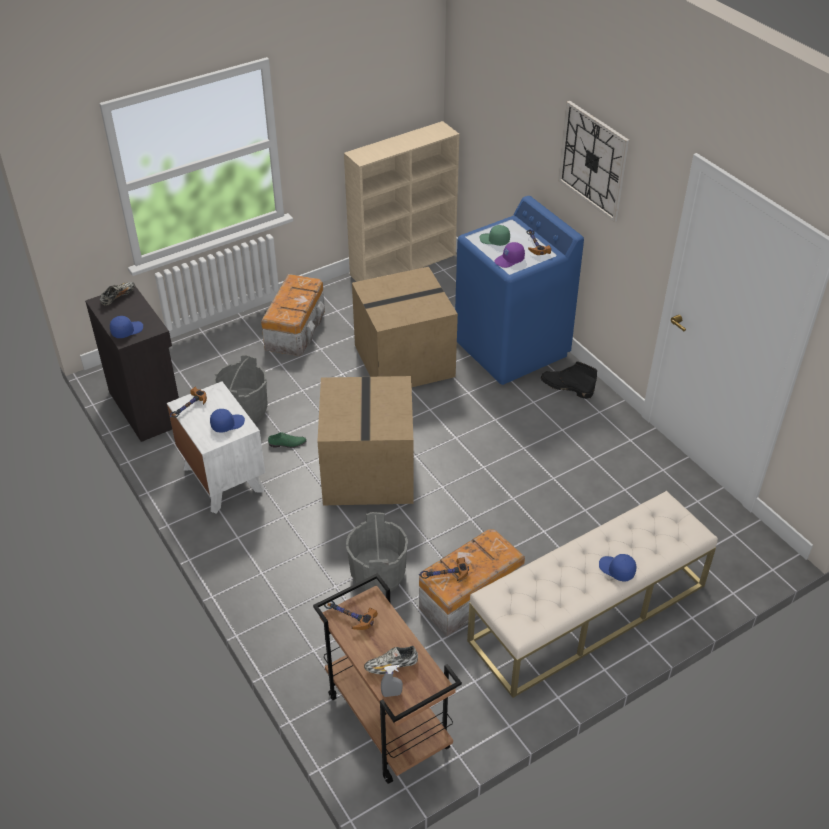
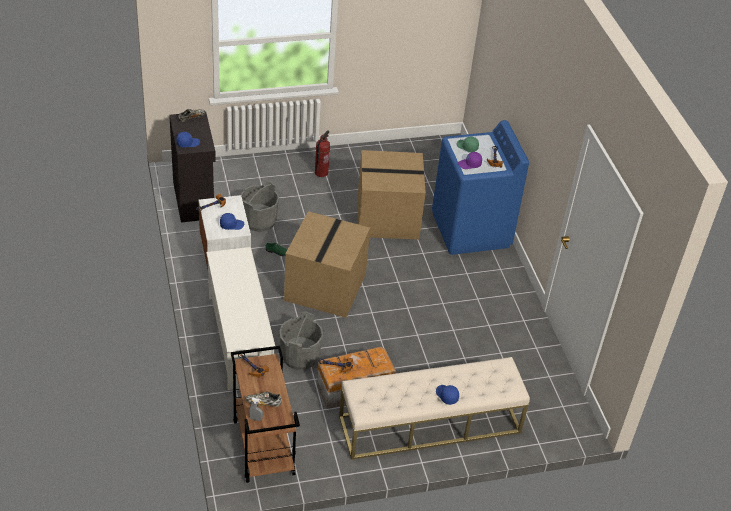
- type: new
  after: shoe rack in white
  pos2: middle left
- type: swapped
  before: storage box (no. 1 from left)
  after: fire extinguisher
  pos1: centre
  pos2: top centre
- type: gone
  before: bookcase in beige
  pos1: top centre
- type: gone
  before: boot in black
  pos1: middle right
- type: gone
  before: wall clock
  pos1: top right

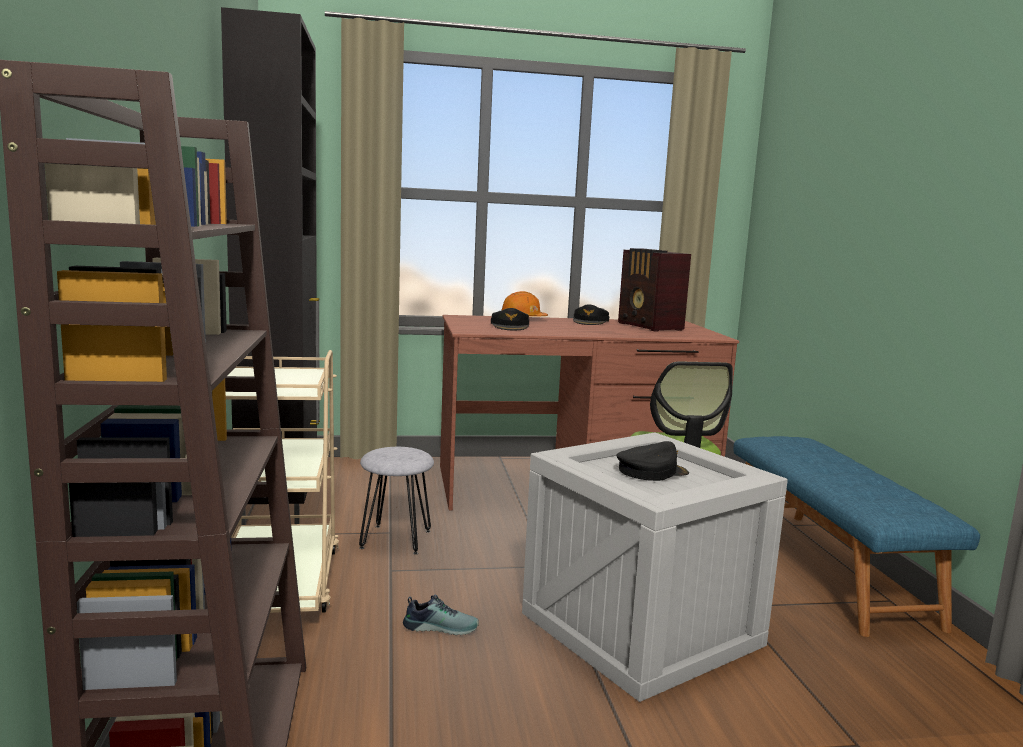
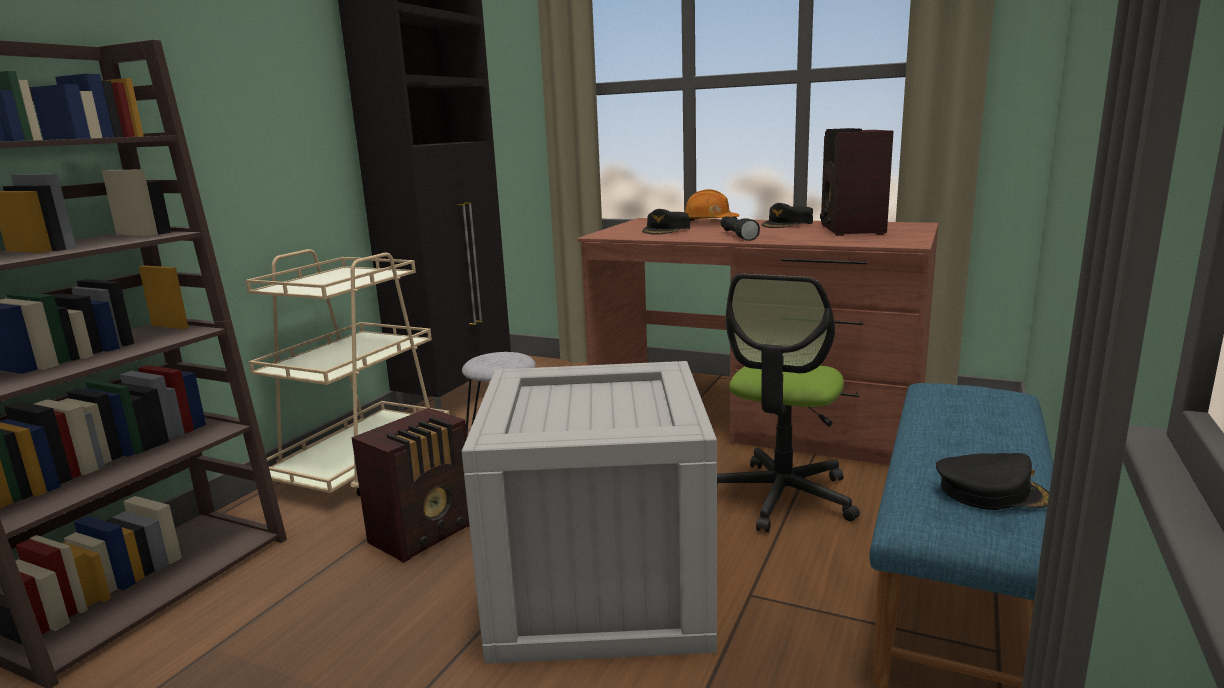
- type: swapped
  before: shoe
  after: radio (no. 1 from left)
  pos1: bottom centre
  pos2: bottom centre
- type: new
  after: flashlight in black
  pos2: top centre
- type: shifted
  before: cap in black (no. 3 from left)
  pos1: centre
  pos2: bottom right

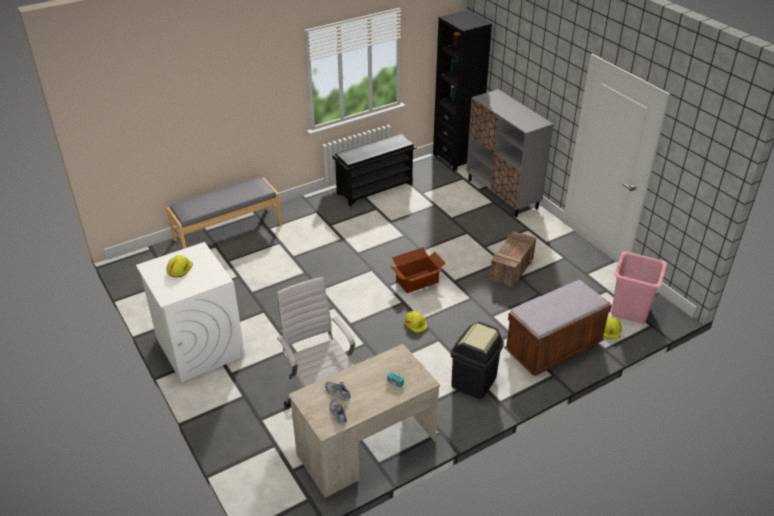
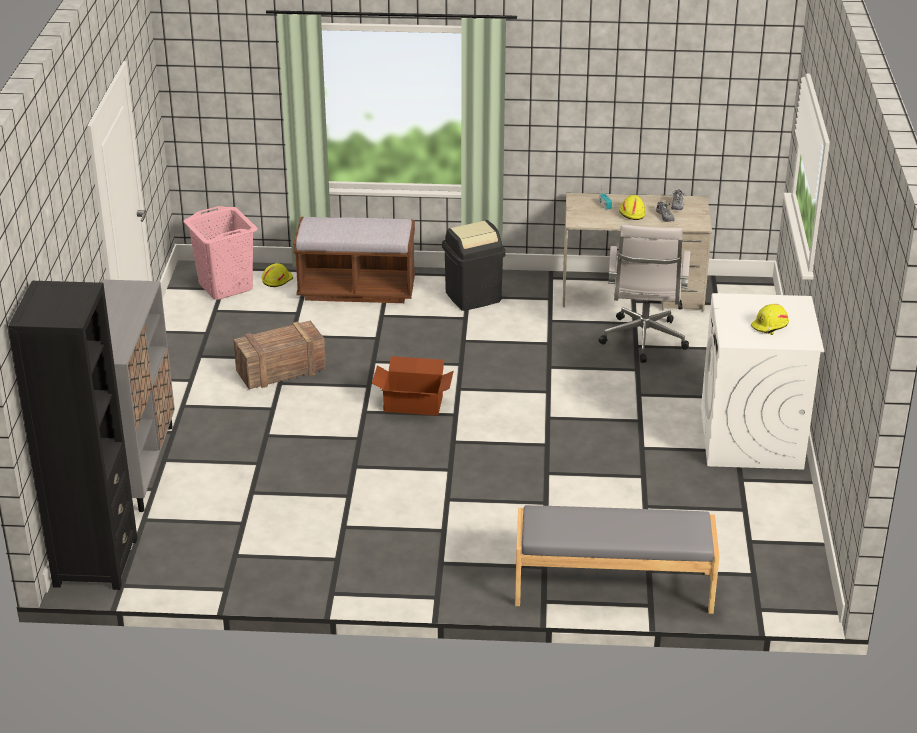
- type: shifted
  before: hard hat in yellow (no. 2 from left)
  pos1: centre
  pos2: top right
- type: gone
  before: shoe rack in black
  pos1: top centre

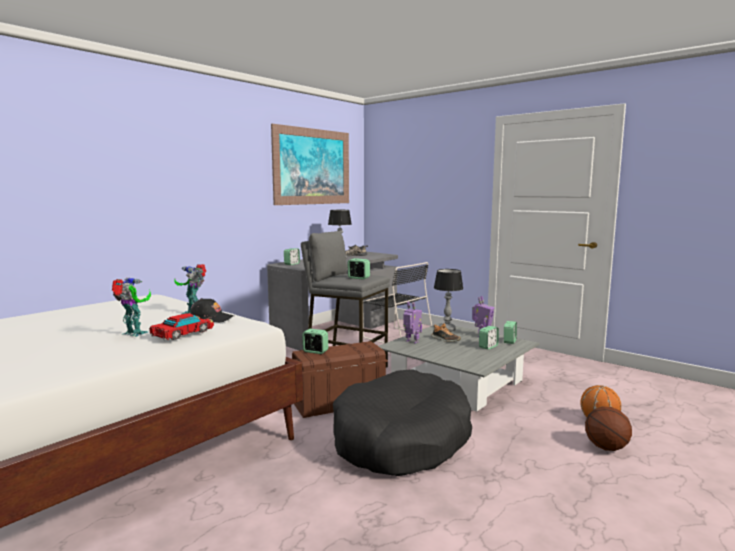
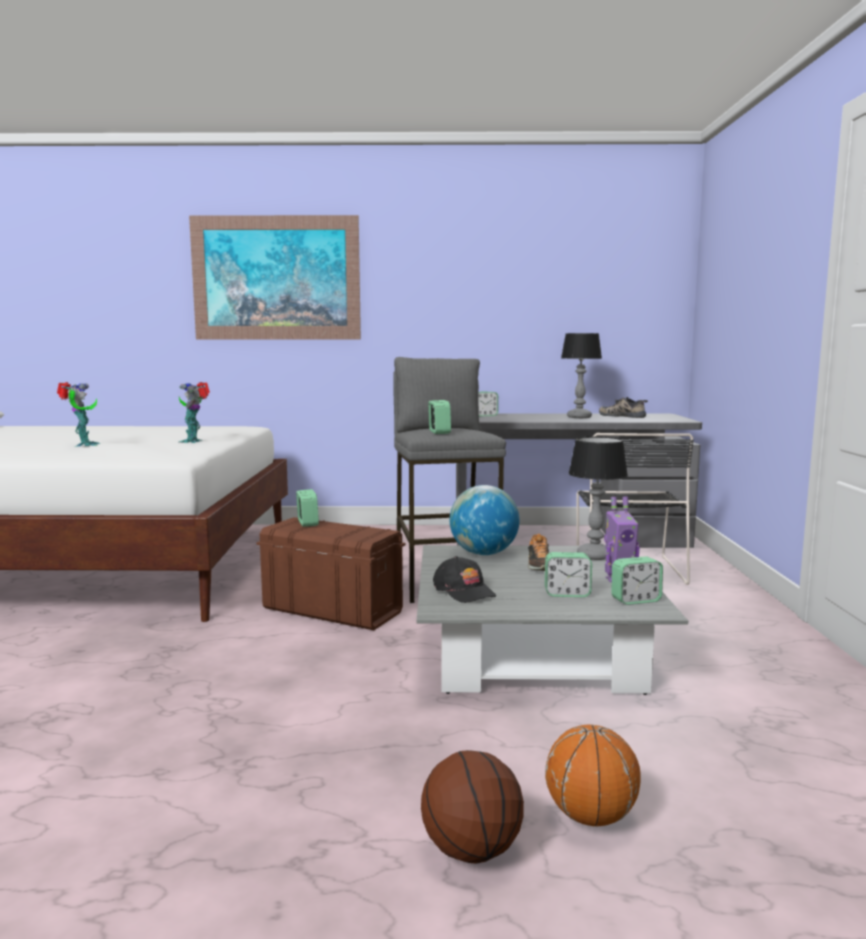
- type: shifted
  before: picture
  pos1: top centre
  pos2: top left
- type: shifted
  before: cap in black
  pos1: middle left
  pos2: centre
- type: swapped
  before: toy robot (no. 3 from left)
  after: globe
  pos1: centre
  pos2: centre
- type: gone
  before: toy car
  pos1: middle left
- type: gone
  before: dog bed in black
  pos1: bottom centre

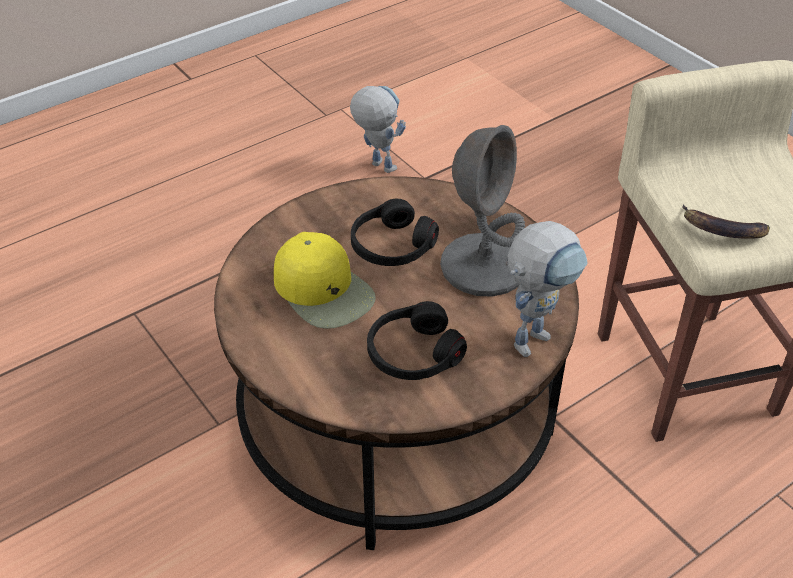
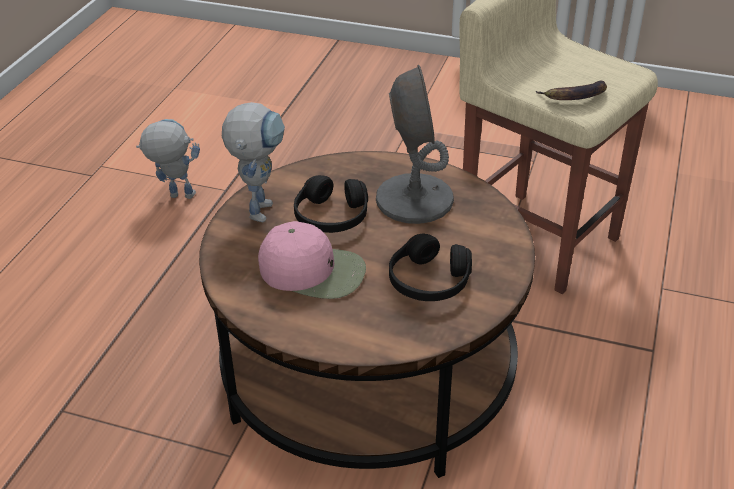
- type: shifted
  before: toy robot (no. 2 from left)
  pos1: middle right
  pos2: top centre
- type: repainted
  before: cap in yellow
  after: cap in pink
  pos1: centre
  pos2: centre

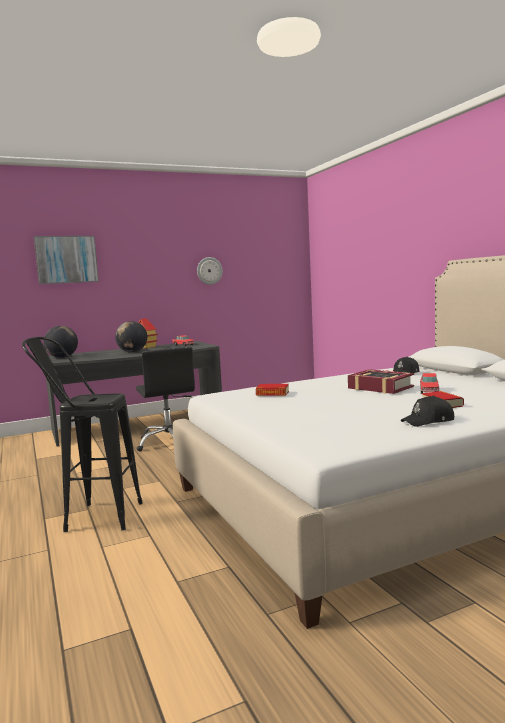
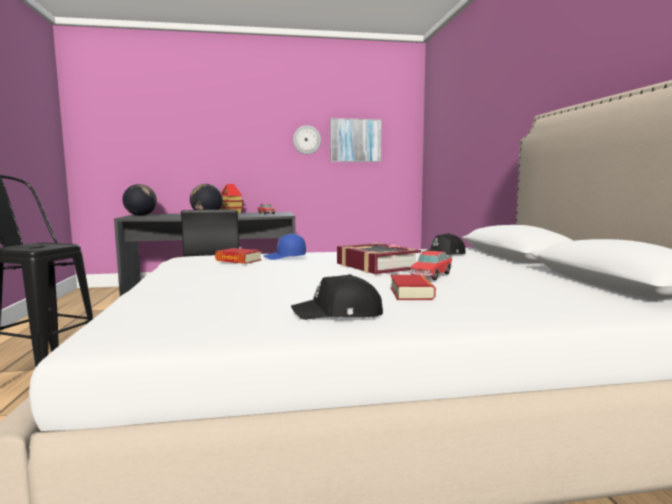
- type: new
  after: cap in blue
  pos2: centre
- type: shifted
  before: picture
  pos1: middle left
  pos2: top centre

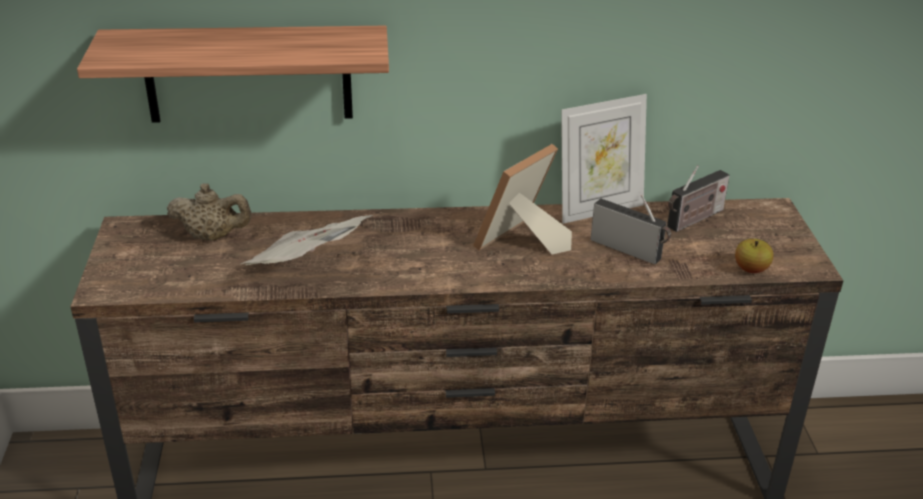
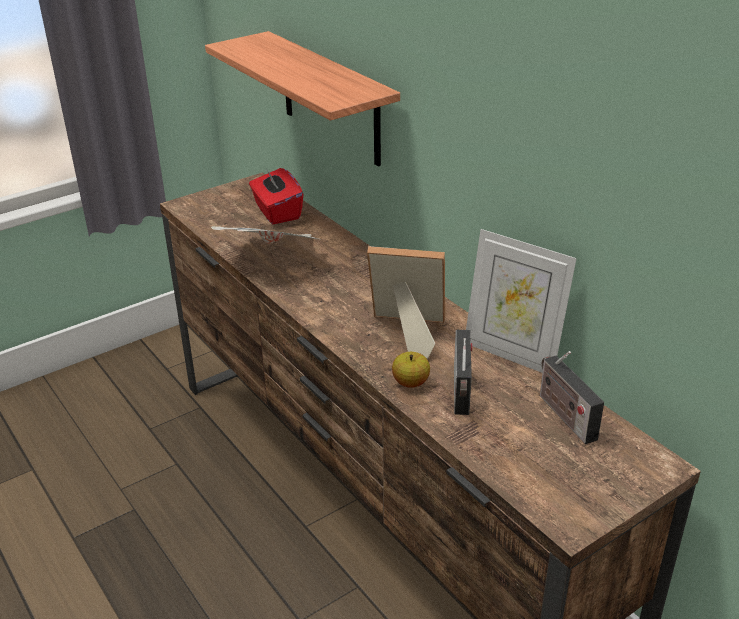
- type: swapped
  before: teapot in beige
  after: tissue box in red
  pos1: middle left
  pos2: top centre
- type: shifted
  before: apple
  pos1: middle right
  pos2: centre
- type: rotated
  before: radio (no. 2 from left)
  pos1: middle right
  pos2: middle right
  turn: 45

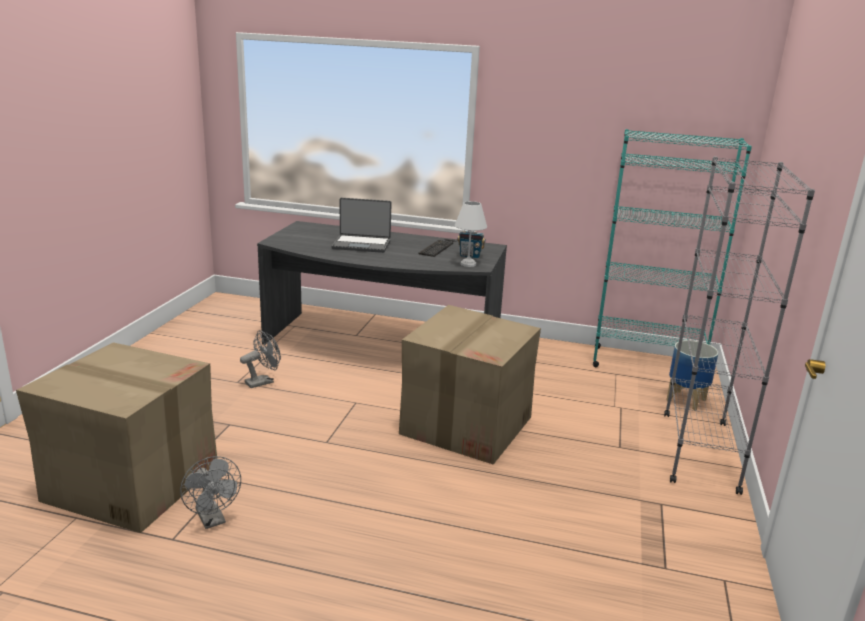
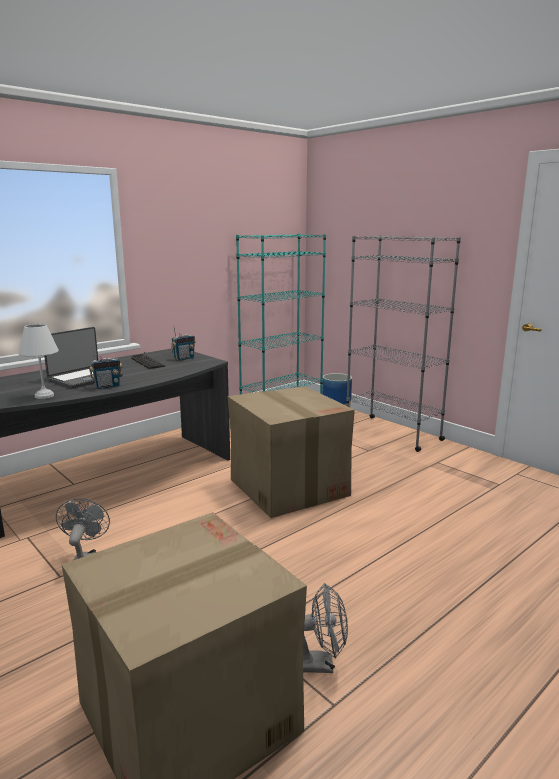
- type: shifted
  before: table lamp in white
  pos1: centre
  pos2: middle left
- type: new
  after: radio (no. 1 from left)
  pos2: middle left

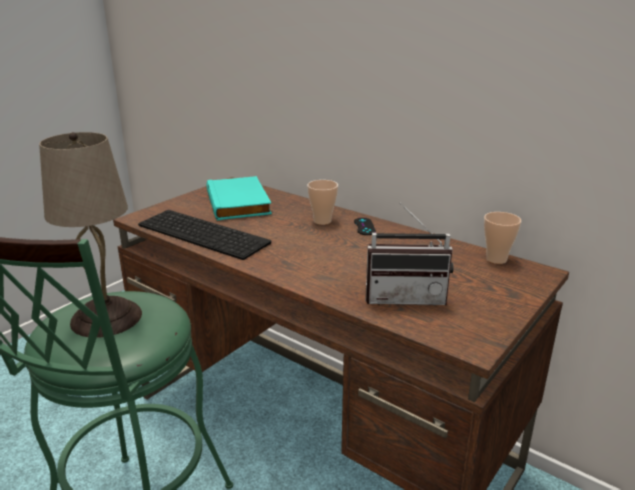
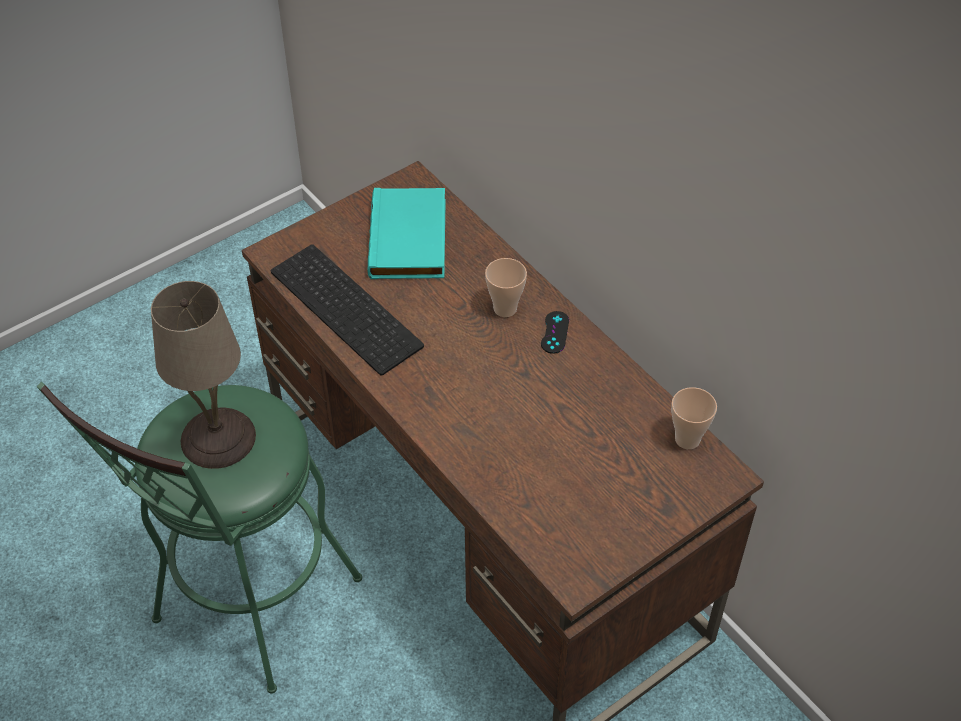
- type: gone
  before: radio
  pos1: centre

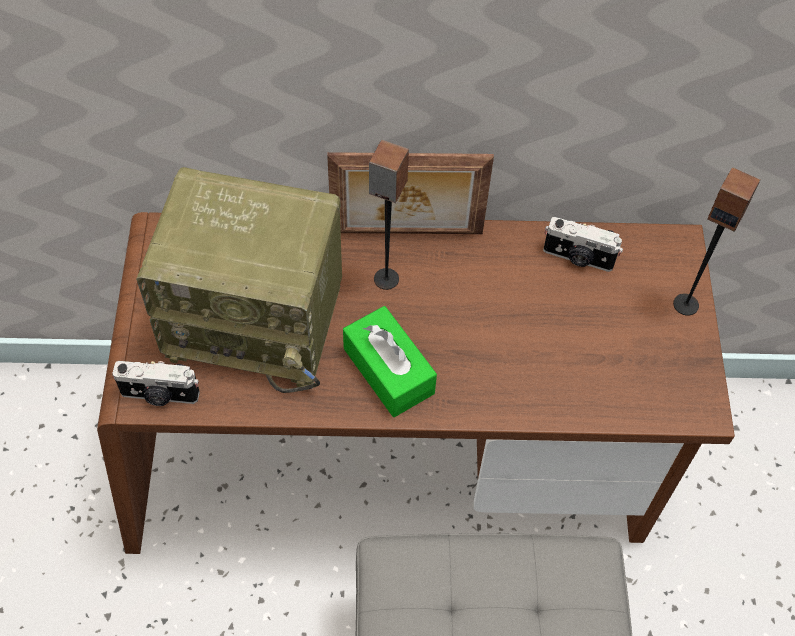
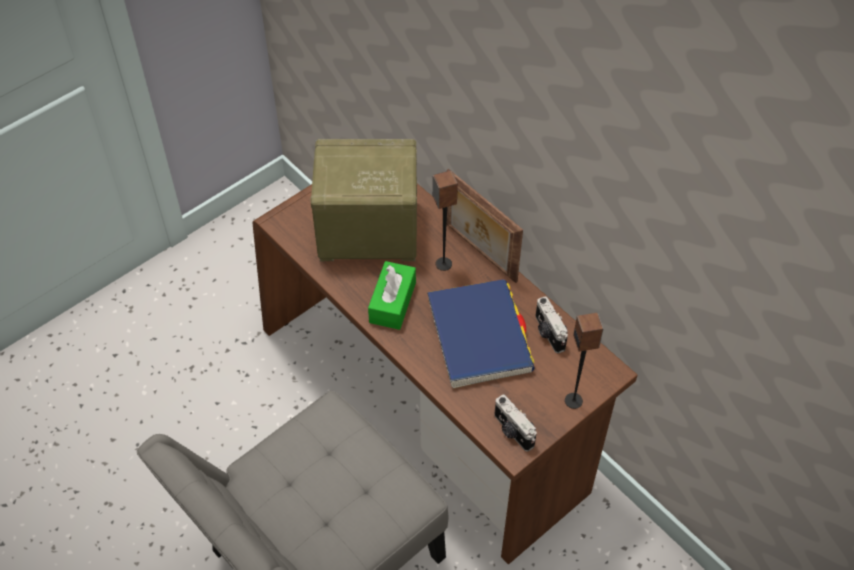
- type: rotated
  before: radio
  pos1: middle left
  pos2: centre
  turn: 120
- type: new
  after: book in blue
  pos2: centre
- type: shifted
  before: photo camera (no. 1 from left)
  pos1: middle left
  pos2: bottom centre

